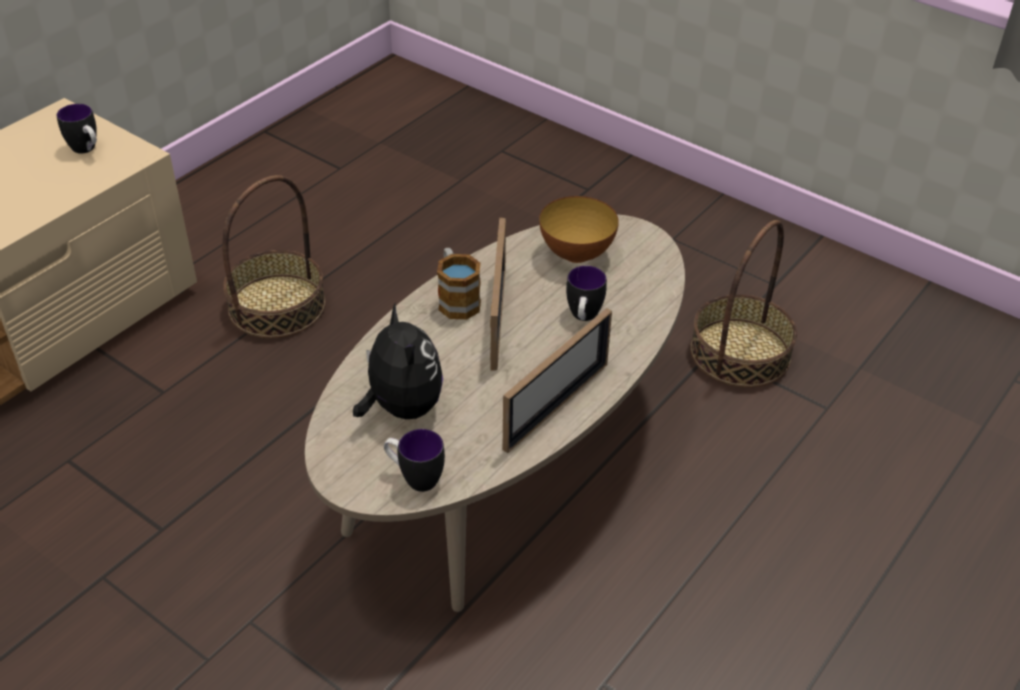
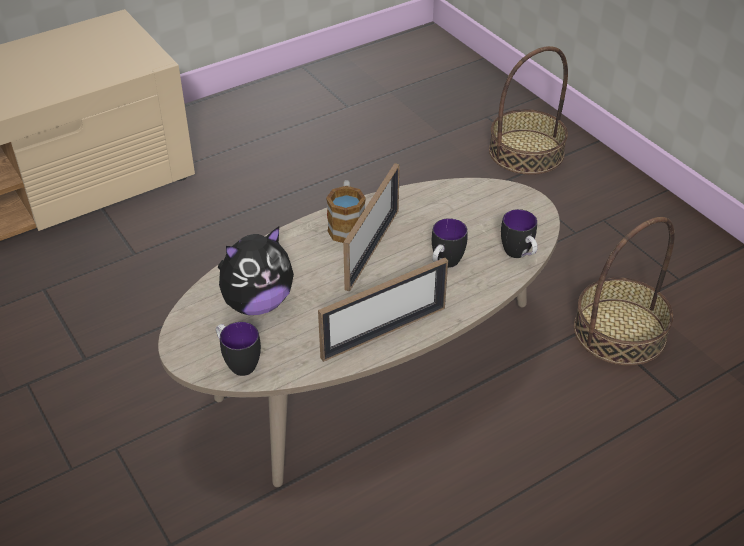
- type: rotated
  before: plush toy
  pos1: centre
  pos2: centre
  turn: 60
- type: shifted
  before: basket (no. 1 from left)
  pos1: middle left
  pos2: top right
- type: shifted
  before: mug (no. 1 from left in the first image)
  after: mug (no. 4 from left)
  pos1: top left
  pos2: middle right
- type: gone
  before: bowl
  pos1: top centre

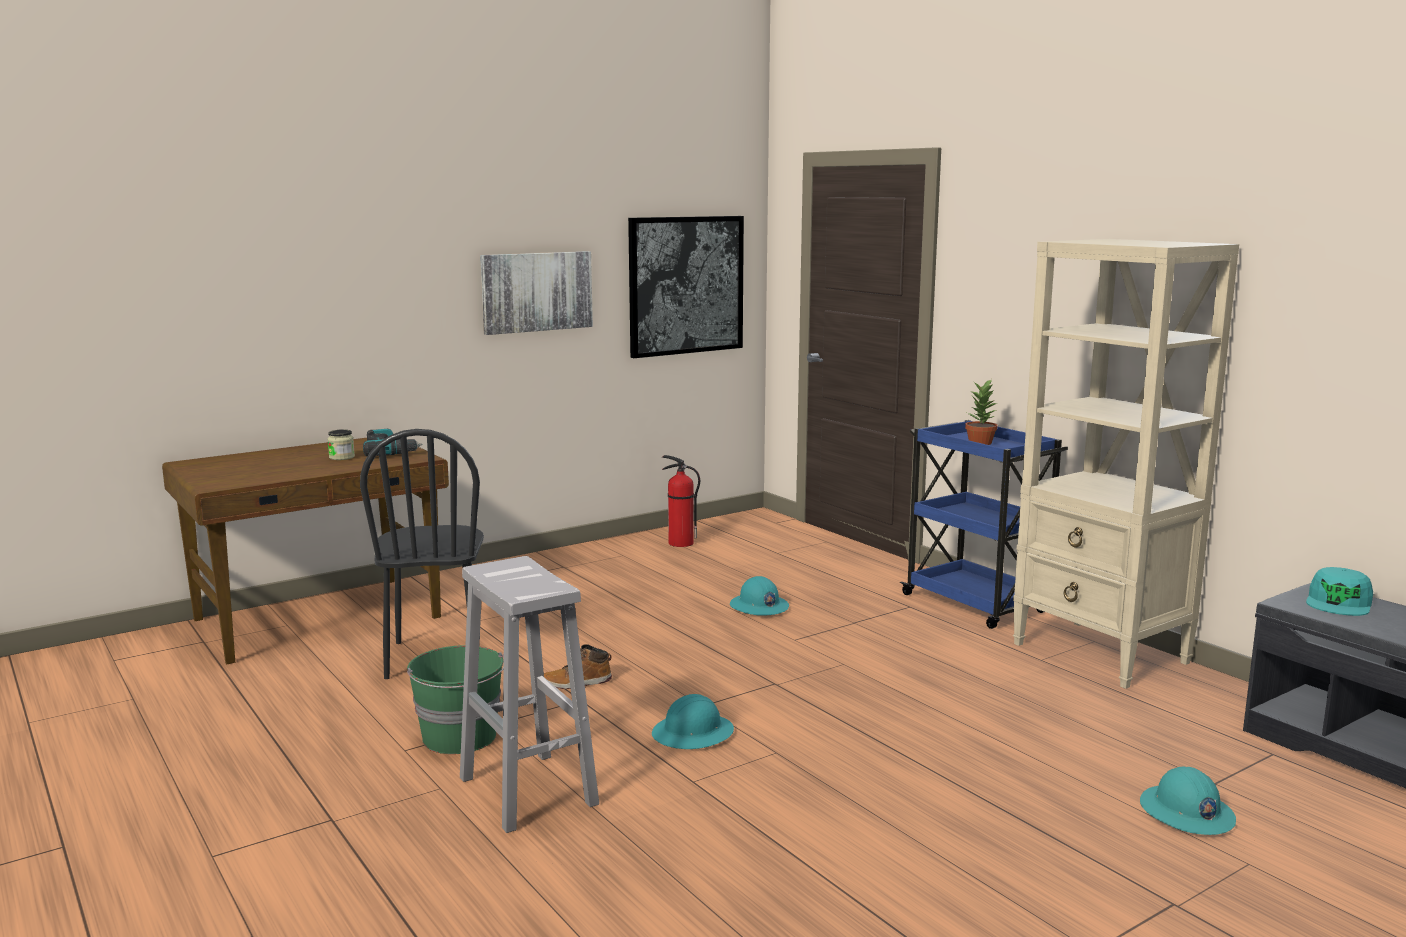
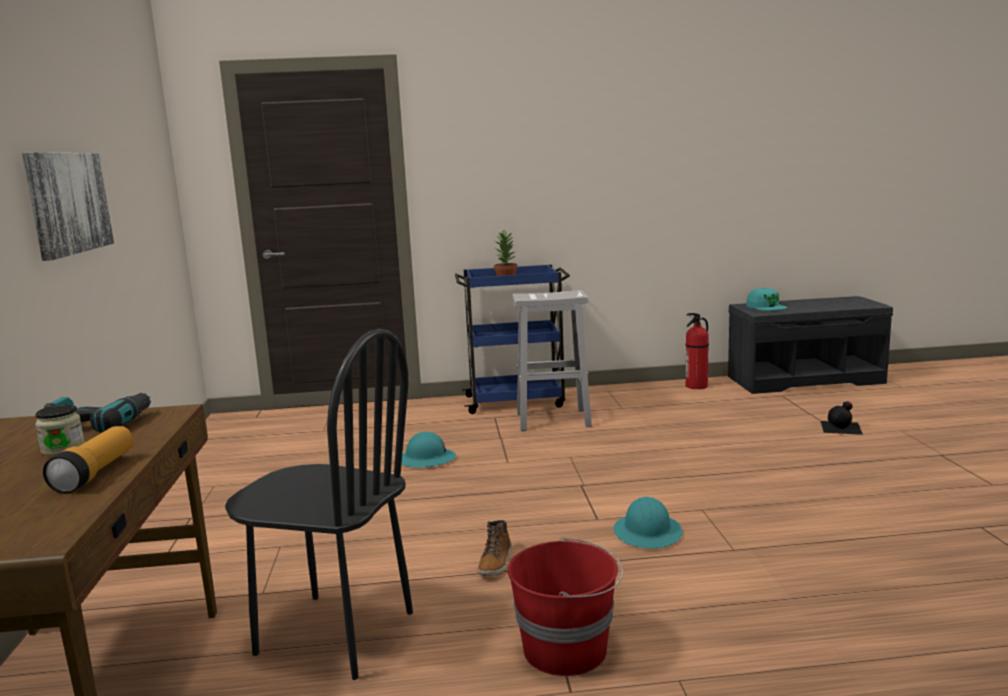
- type: new
  after: flashlight
  pos2: middle left
- type: repainted
  before: bucket in green
  after: bucket in red
  pos1: bottom left
  pos2: bottom centre
- type: shifted
  before: stool in white
  pos1: bottom centre
  pos2: centre
- type: shifted
  before: fire extinguisher
  pos1: centre
  pos2: middle right
- type: swapped
  before: hard hat in turquoise (no. 3 from left)
  after: bottle in black
  pos1: bottom right
  pos2: middle right
- type: gone
  before: picture (no. 2 from left)
  pos1: top centre
- type: gone
  before: bookcase in beige
  pos1: middle right

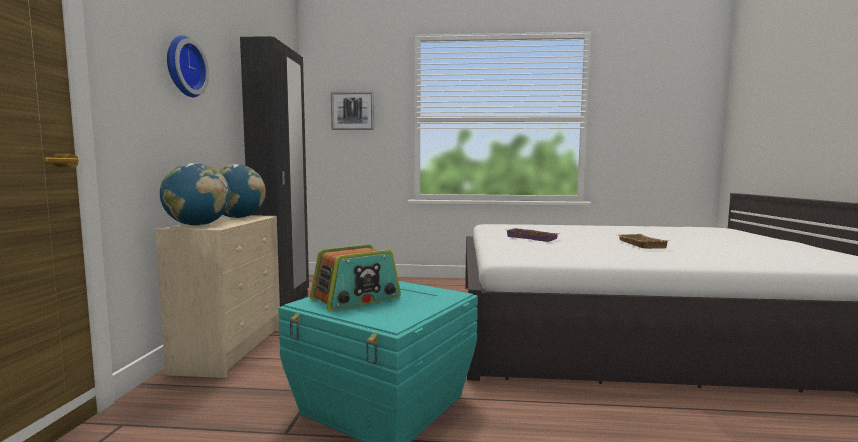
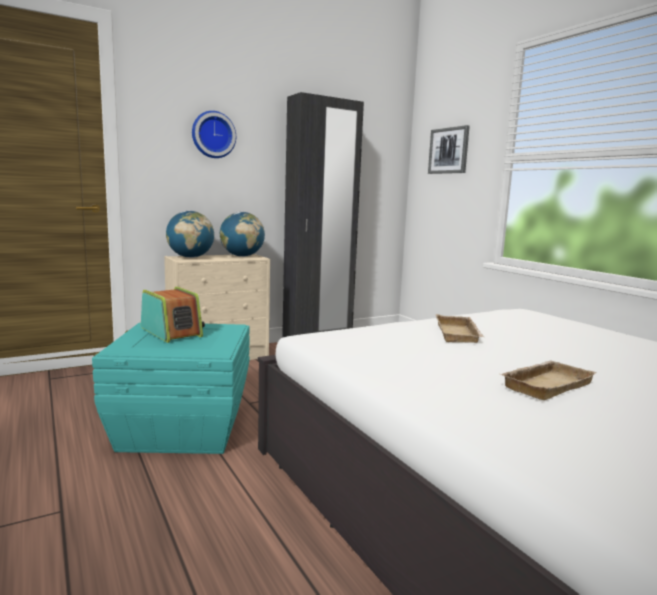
- type: rotated
  before: radio
  pos1: centre
  pos2: middle left
  turn: -150
- type: repainted
  before: tray in purple
  after: tray in beige (no. 1 from left)
  pos1: centre
  pos2: middle right

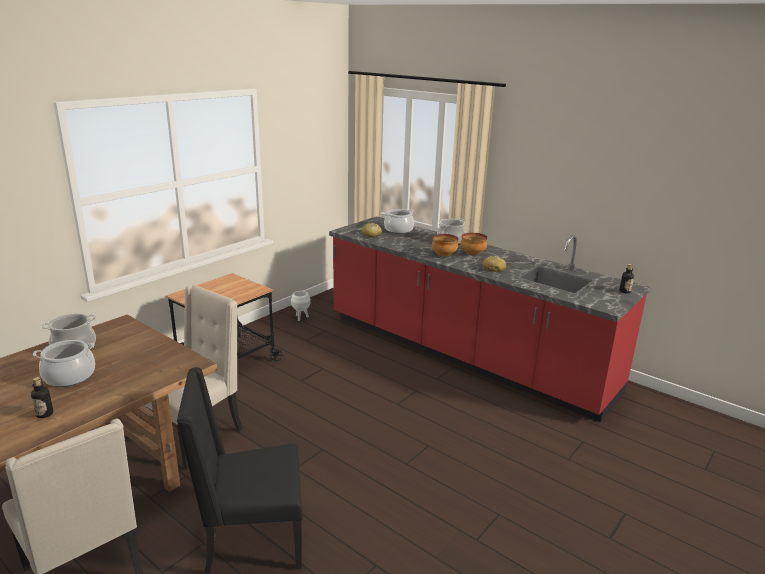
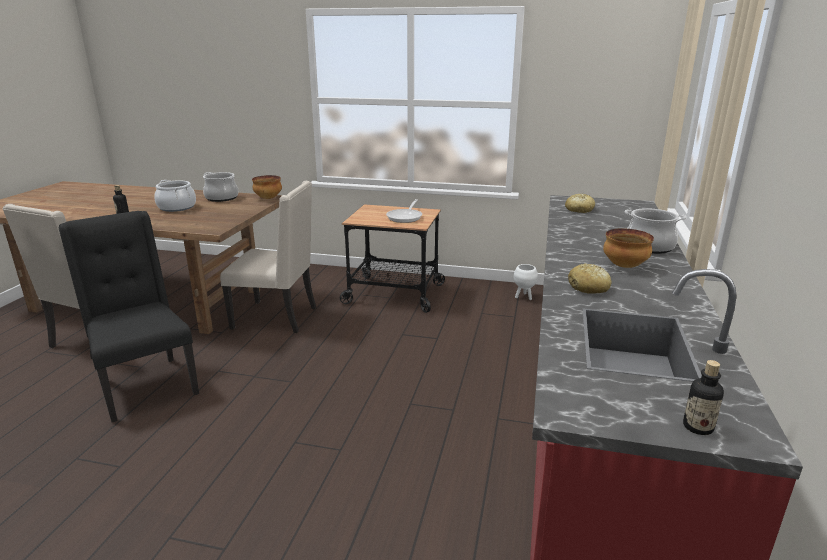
- type: shifted
  before: bowl (no. 1 from left)
  pos1: centre
  pos2: middle left
- type: new
  after: frying pan
  pos2: centre
- type: gone
  before: cooking pot (no. 3 from left)
  pos1: centre

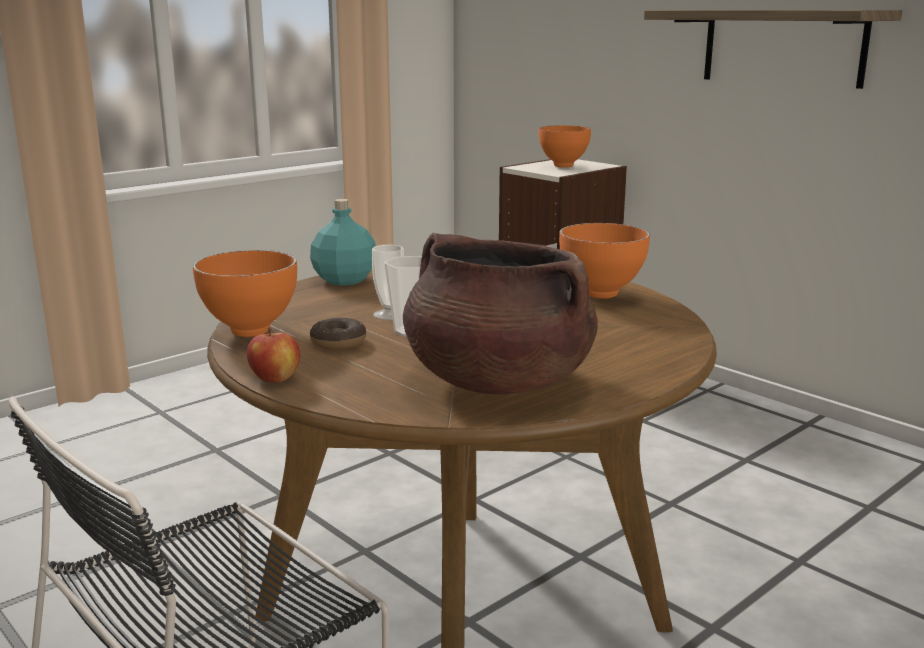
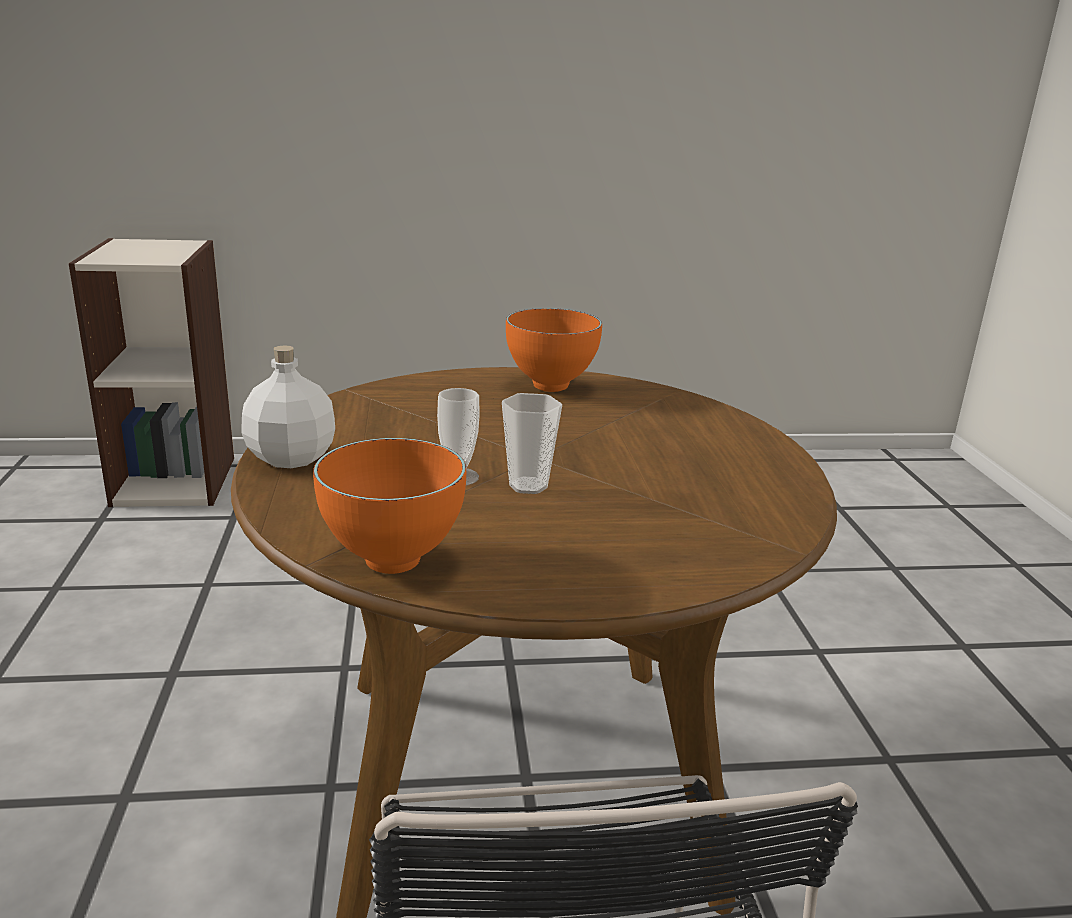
- type: repainted
  before: bottle in turquoise
  after: bottle in white
  pos1: centre
  pos2: middle left
- type: gone
  before: apple
  pos1: middle left
- type: gone
  before: donut
  pos1: centre
- type: gone
  before: cooking pot in brown
  pos1: centre
- type: gone
  before: bowl in orange (no. 2 from left)
  pos1: top centre
- type: gone
  before: shelf
  pos1: top right

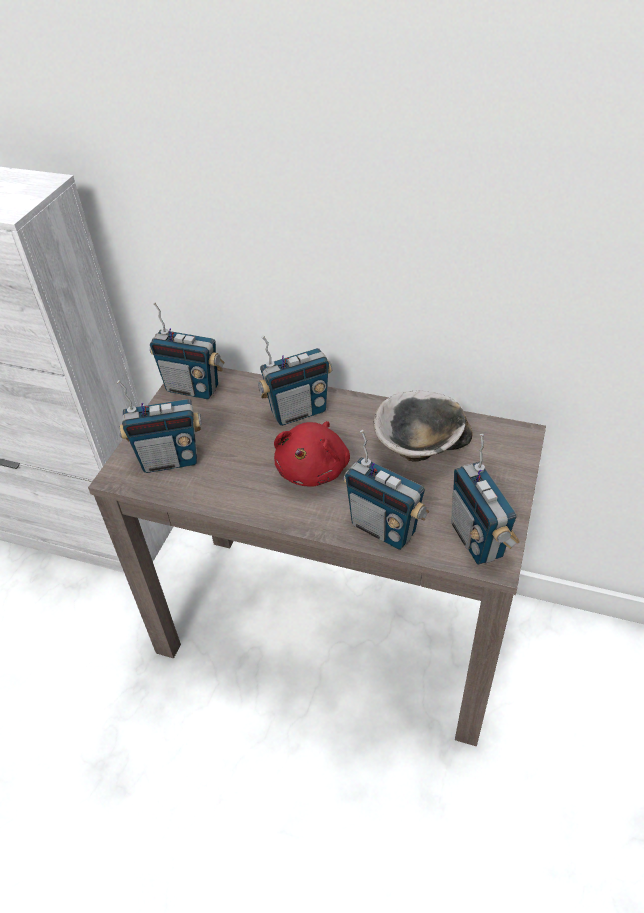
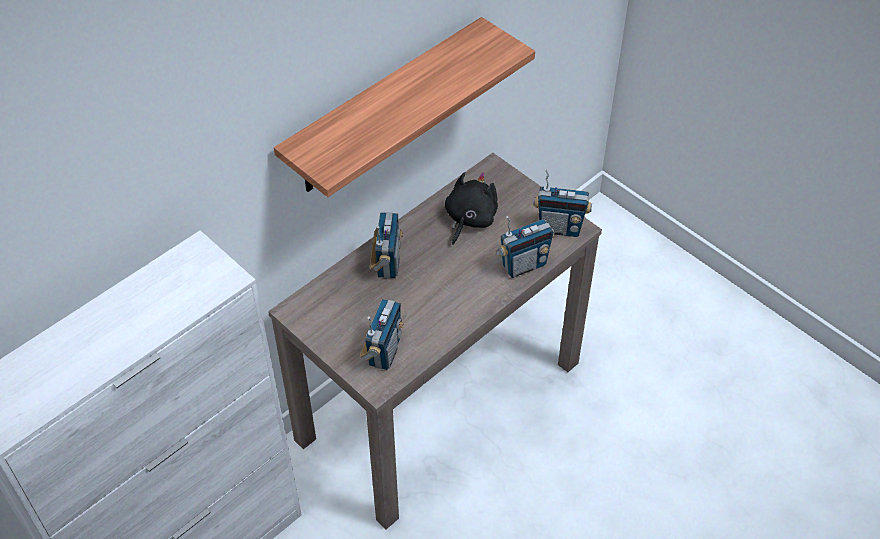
- type: new
  after: shelf
  pos2: top centre
- type: swapped
  before: bowl
  after: plush toy in black
  pos1: centre
  pos2: centre
- type: gone
  before: radio (no. 2 from left)
  pos1: middle left
- type: gone
  before: plush toy in red
  pos1: centre

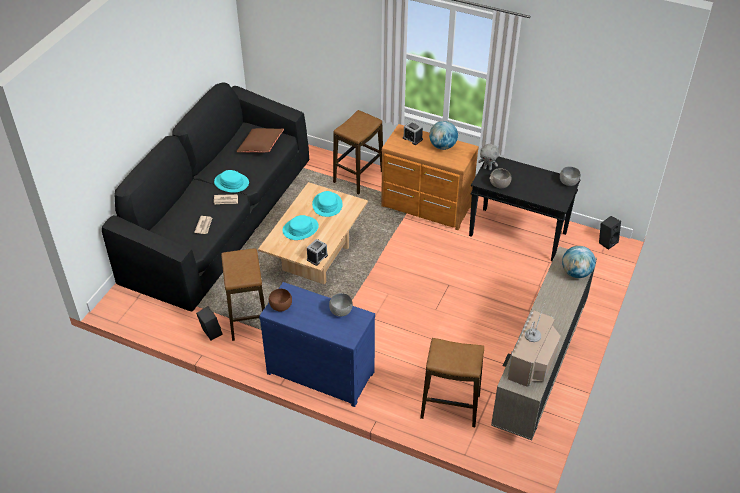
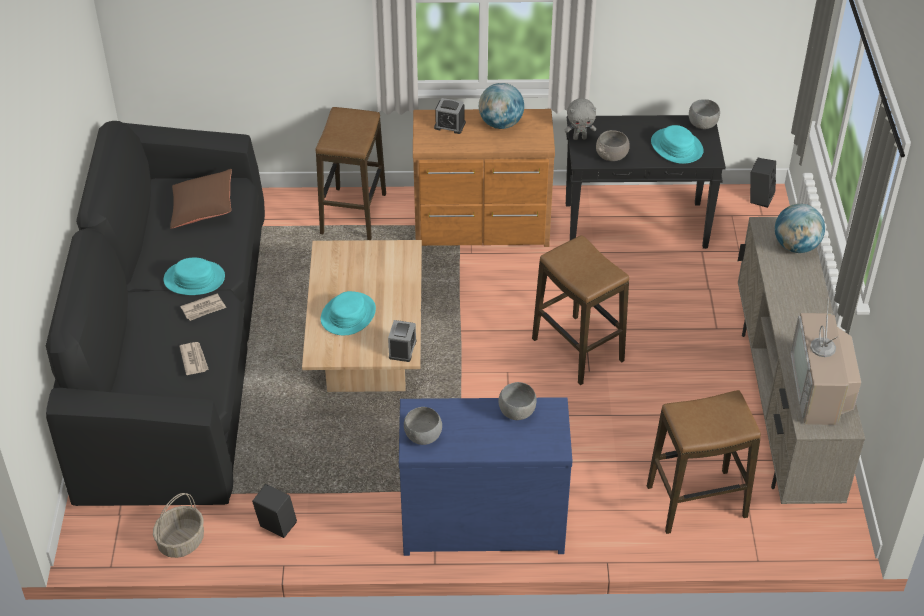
- type: new
  after: basket
  pos2: bottom left
- type: repainted
  before: bowl in brown
  after: bowl in grey (no. 1 from left)
  pos1: centre
  pos2: bottom centre
- type: shifted
  before: stool (no. 1 from left in the first image)
  after: stool (no. 2 from left)
  pos1: middle left
  pos2: centre
- type: shifted
  before: hat in turquoise (no. 3 from left)
  pos1: centre
  pos2: top right

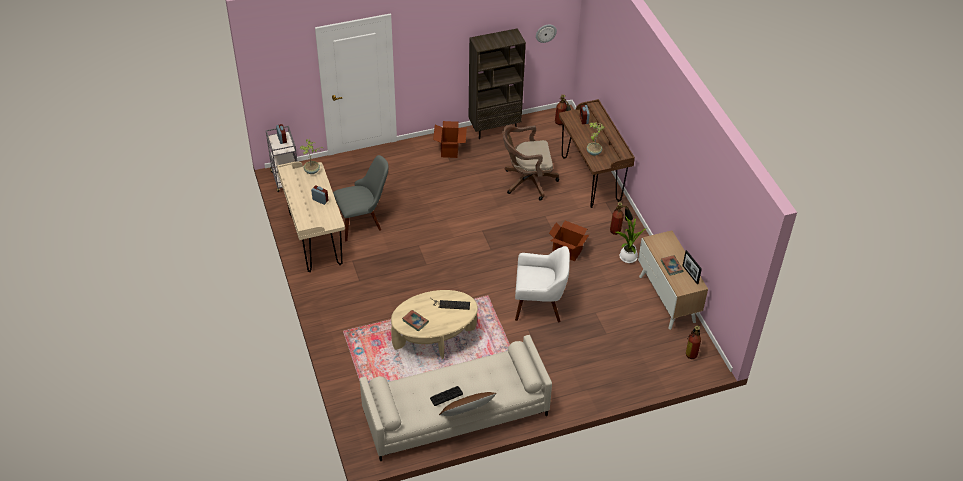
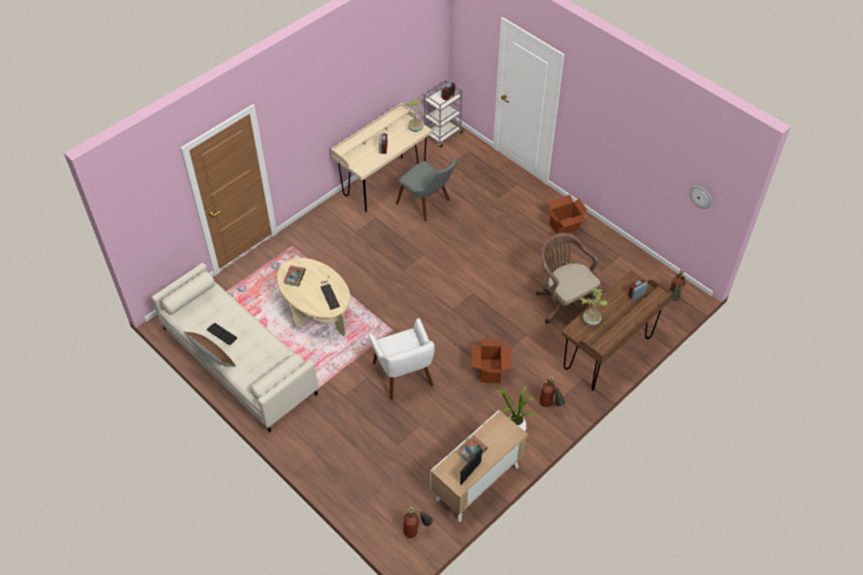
- type: gone
  before: bookcase in brown
  pos1: top centre

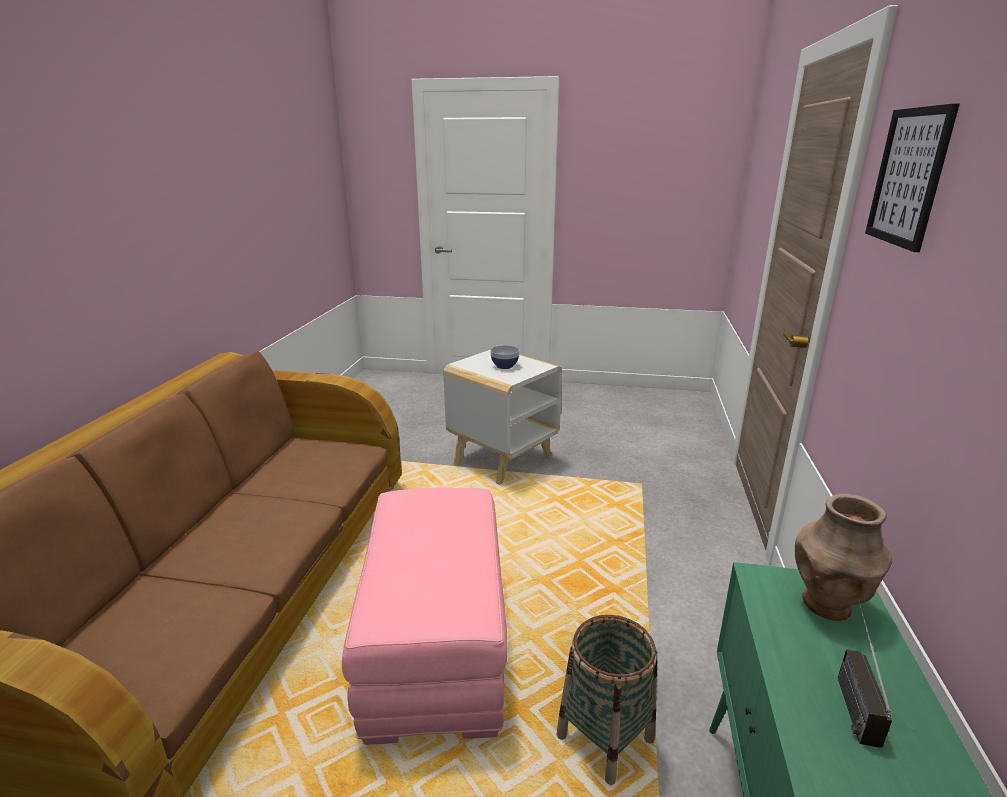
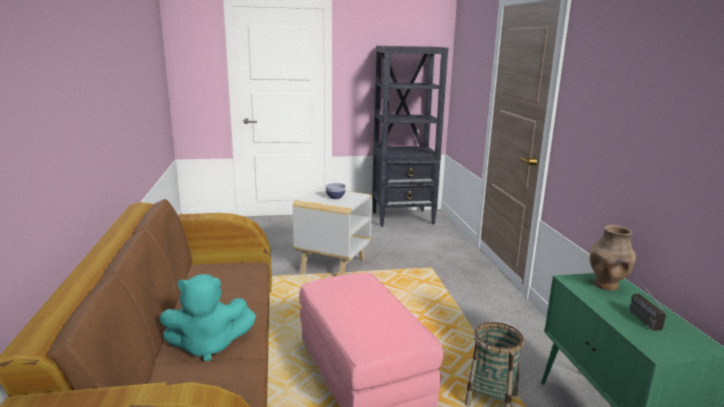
- type: new
  after: plush toy in turquoise
  pos2: bottom left
- type: new
  after: bookcase in black
  pos2: centre
- type: gone
  before: picture
  pos1: top right

